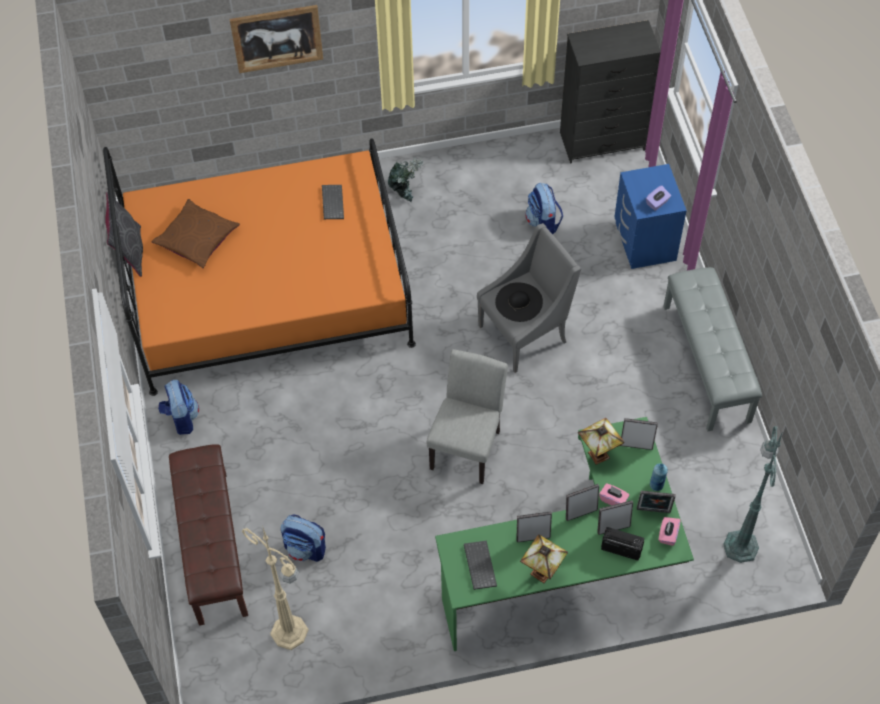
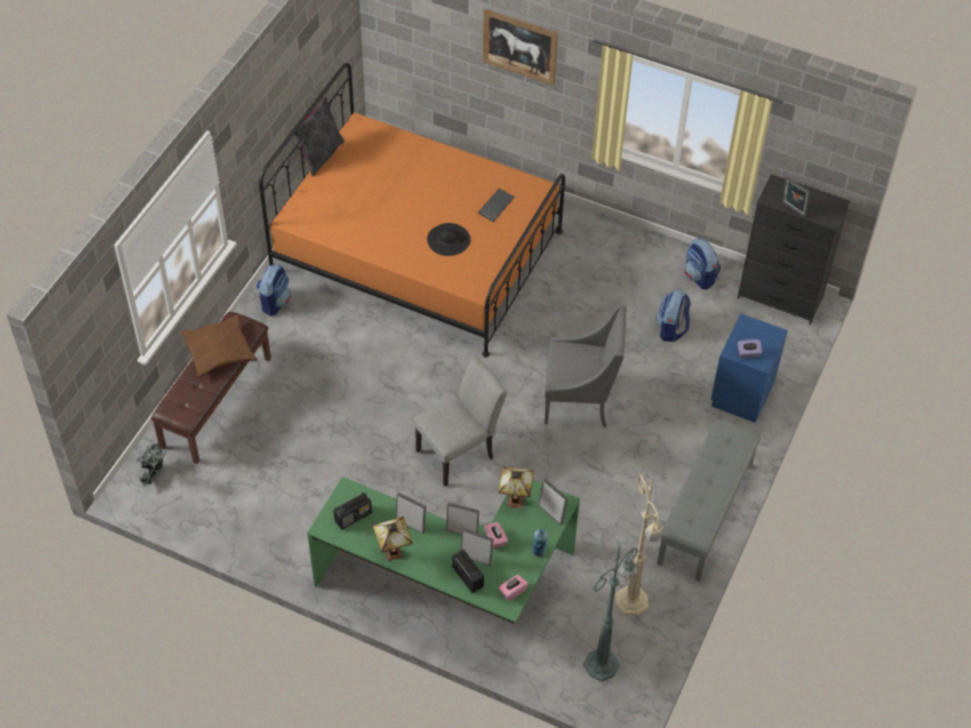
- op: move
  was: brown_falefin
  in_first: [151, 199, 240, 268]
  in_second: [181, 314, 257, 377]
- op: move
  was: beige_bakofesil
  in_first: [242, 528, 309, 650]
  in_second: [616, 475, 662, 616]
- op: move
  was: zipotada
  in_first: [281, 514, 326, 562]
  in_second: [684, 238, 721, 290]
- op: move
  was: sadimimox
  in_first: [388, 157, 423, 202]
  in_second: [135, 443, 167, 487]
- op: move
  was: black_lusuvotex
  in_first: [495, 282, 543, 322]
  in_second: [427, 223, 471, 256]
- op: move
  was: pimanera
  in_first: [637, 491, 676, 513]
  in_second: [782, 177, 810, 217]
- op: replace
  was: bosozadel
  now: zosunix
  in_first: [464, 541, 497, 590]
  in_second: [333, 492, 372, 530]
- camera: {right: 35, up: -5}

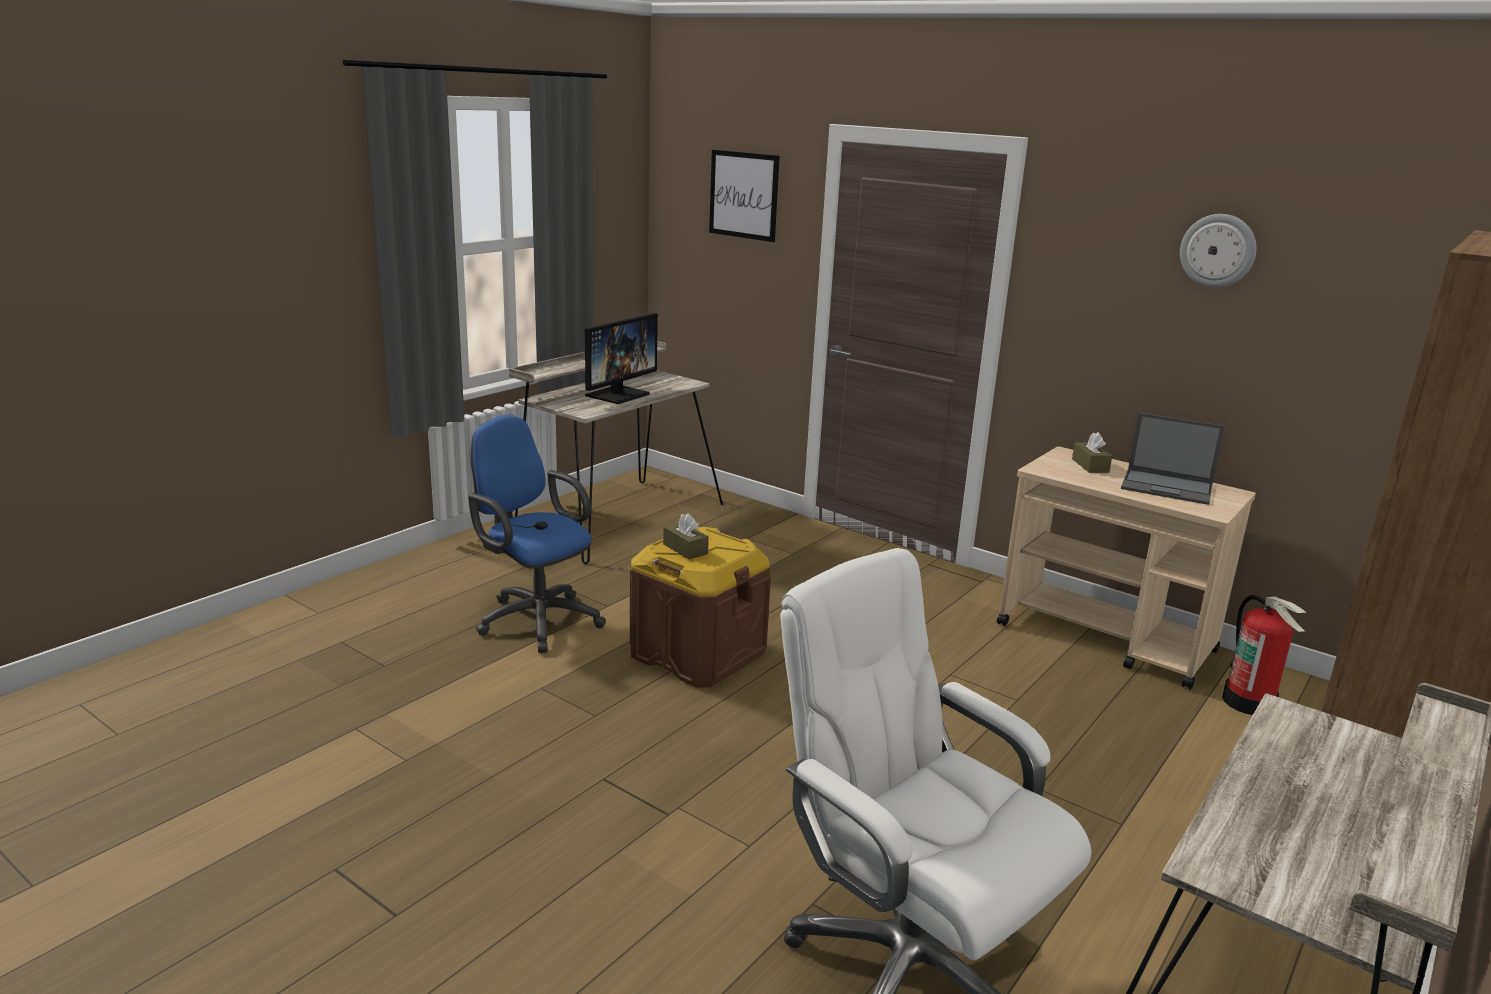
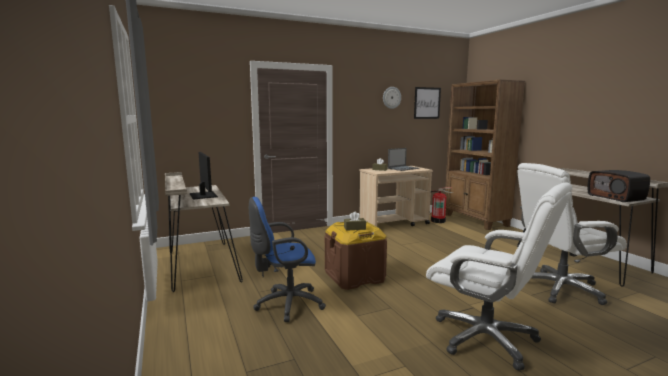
- op: insert
  now: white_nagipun
  in_second: [426, 182, 572, 371]
- op: insert
  now: zosunix
  in_second: [588, 170, 650, 202]
- op: move
  was: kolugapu
  in_first: [709, 150, 780, 242]
  in_second: [414, 87, 441, 119]
- camera: {right: -60, up: -10}

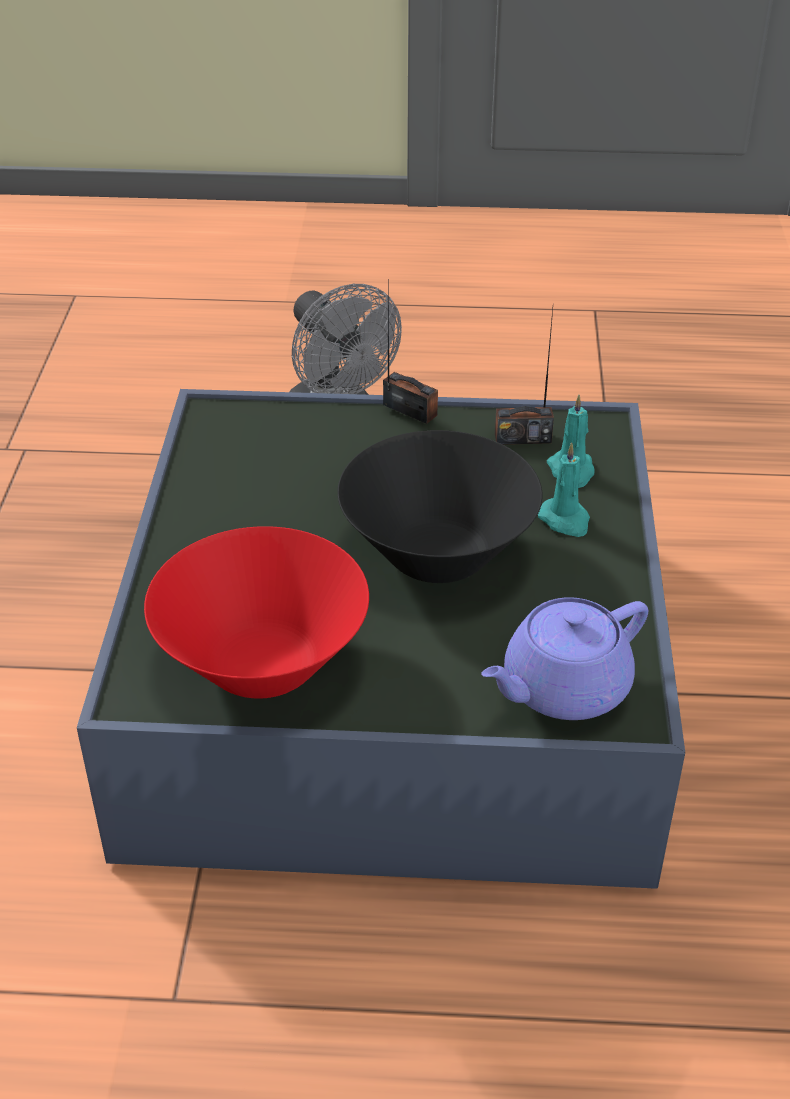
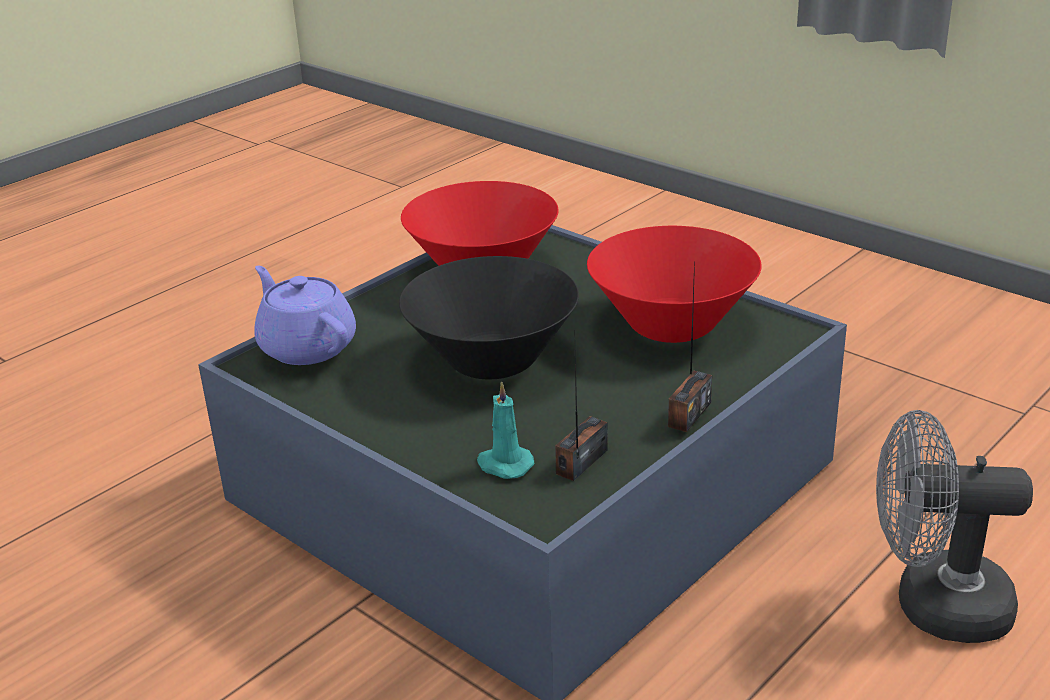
- op: delete
  was: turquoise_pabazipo
  in_first: [538, 442, 590, 537]
- op: insert
  now: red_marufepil
  in_second: [587, 226, 762, 343]
- op: rotate
  was: zosunix
  in_first: [383, 290, 438, 424]
  in_second: [668, 261, 712, 432]
  clockwise: -45
- op: rotate
  was: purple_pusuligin
  in_first: [481, 597, 648, 720]
  in_second: [254, 266, 356, 365]
  clockwise: -45
- camera: {right: 130, up: -10}

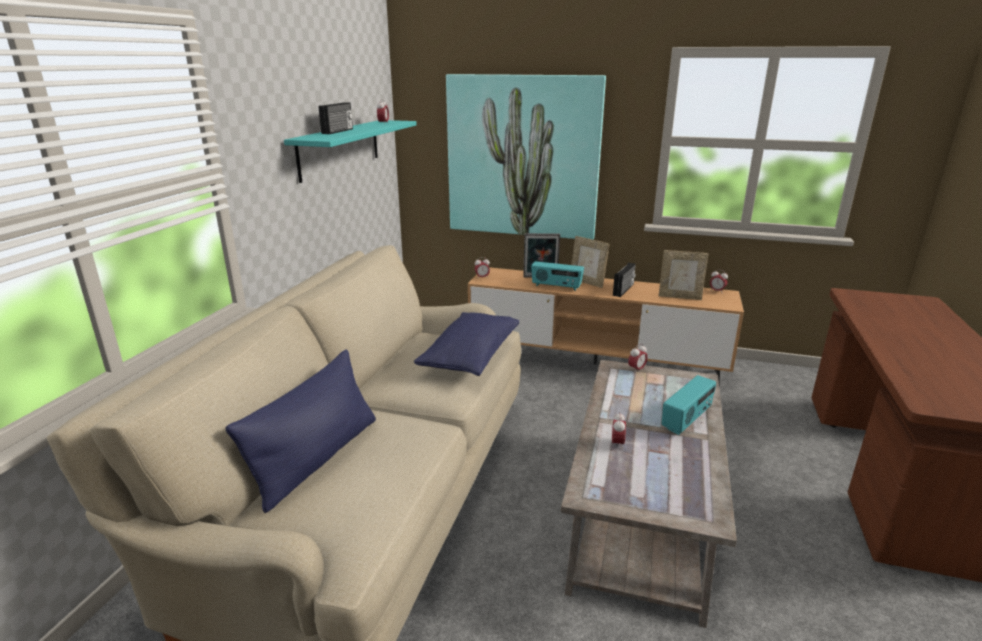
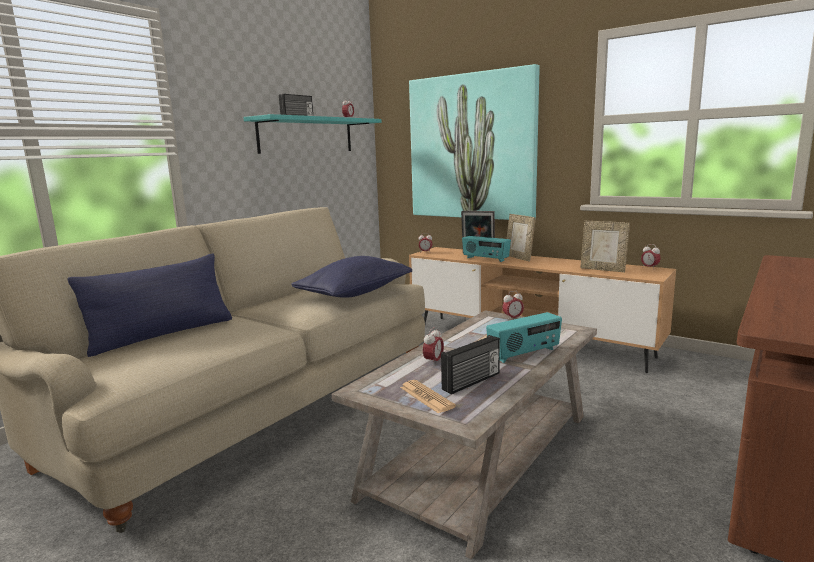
- op: insert
  now: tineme
  in_second: [400, 380, 456, 414]
- op: move
  was: zosunix
  in_first: [613, 263, 636, 297]
  in_second: [441, 335, 500, 394]
- camera: {right: 20, up: -10}

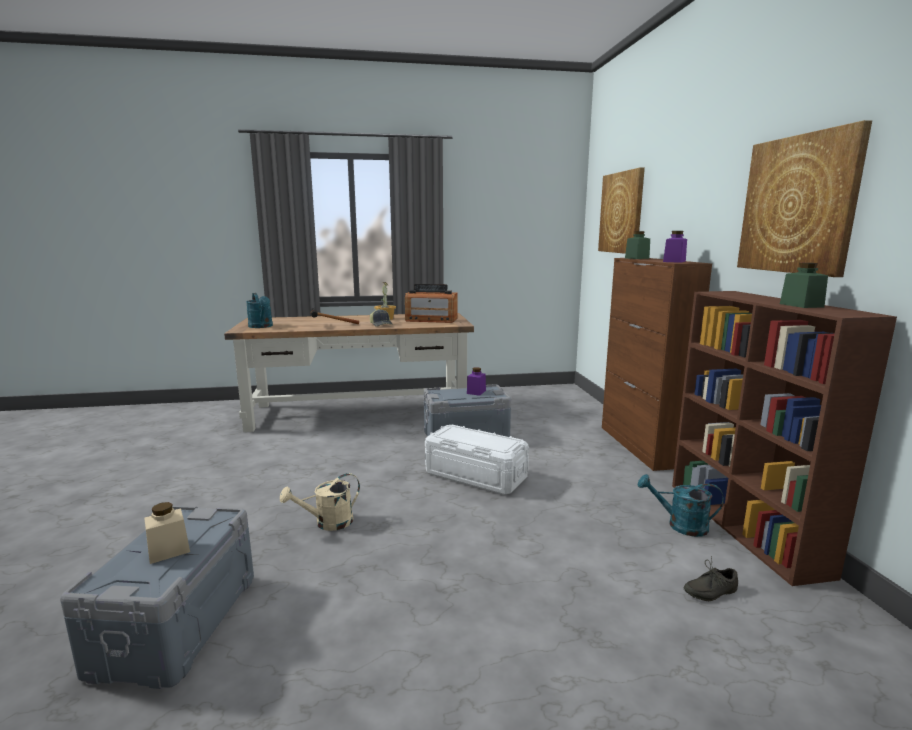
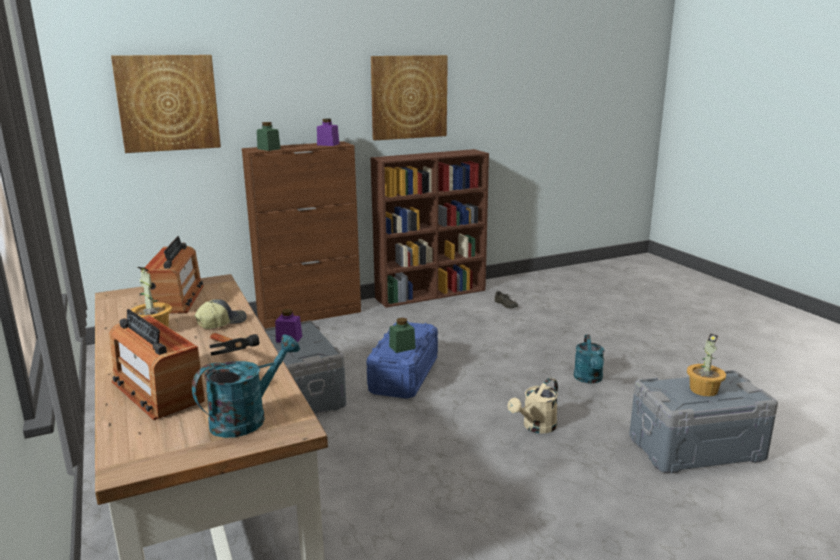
- op: insert
  now: zosunix
  in_second: [109, 309, 205, 420]
- op: move
  was: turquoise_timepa
  in_first: [638, 474, 724, 537]
  in_second: [574, 334, 605, 384]
- op: move
  was: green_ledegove
  in_first: [780, 263, 828, 308]
  in_second: [389, 318, 416, 353]
- op: replace
  was: beige_ledegove
  now: sadimimox
  in_first: [144, 502, 190, 564]
  in_second: [687, 334, 726, 396]
- op: recolor
  was: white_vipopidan
  now: blue_vipopidan
  in_first: [425, 425, 529, 495]
  in_second: [366, 321, 438, 399]
- op: rotate
  was: beige_timepa
  in_first: [280, 473, 360, 531]
  in_second: [508, 378, 558, 433]
  clockwise: 90
- camera: {right: -105, up: 5}

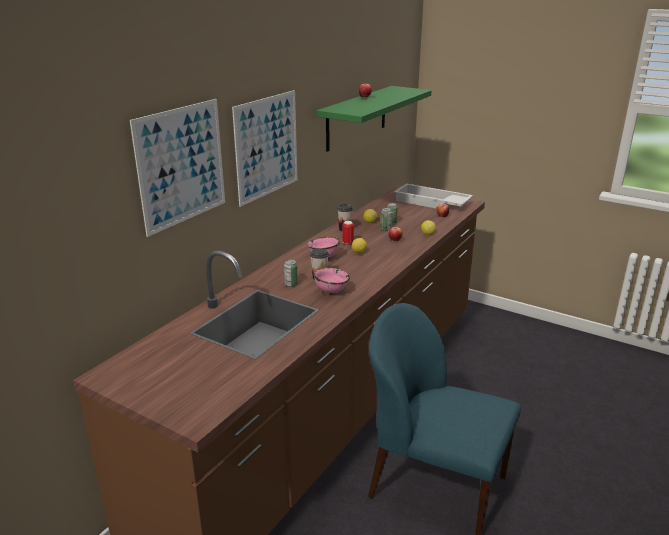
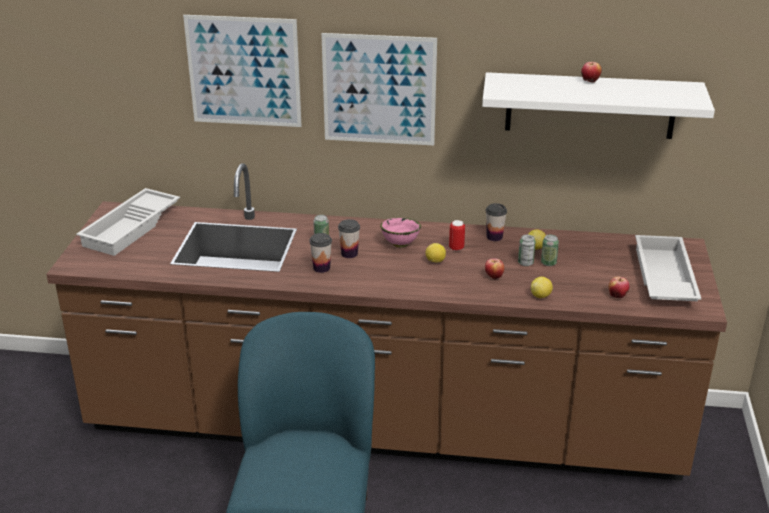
- op: insert
  now: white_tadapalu
  in_second: [76, 188, 180, 256]
- op: replace
  was: pink_marufepil
  now: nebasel
  in_first: [313, 268, 350, 295]
  in_second: [309, 233, 332, 273]
- op: recolor
  was: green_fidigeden
  now: white_fidigeden
  in_first: [317, 86, 432, 152]
  in_second: [482, 72, 715, 139]
- camera: {right: 65, up: 5}

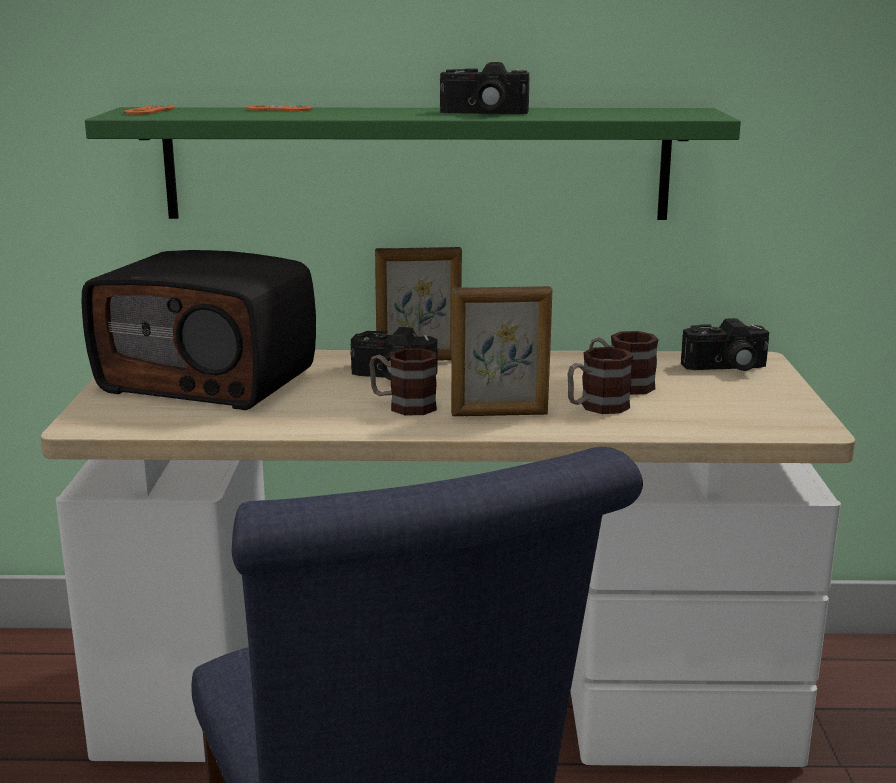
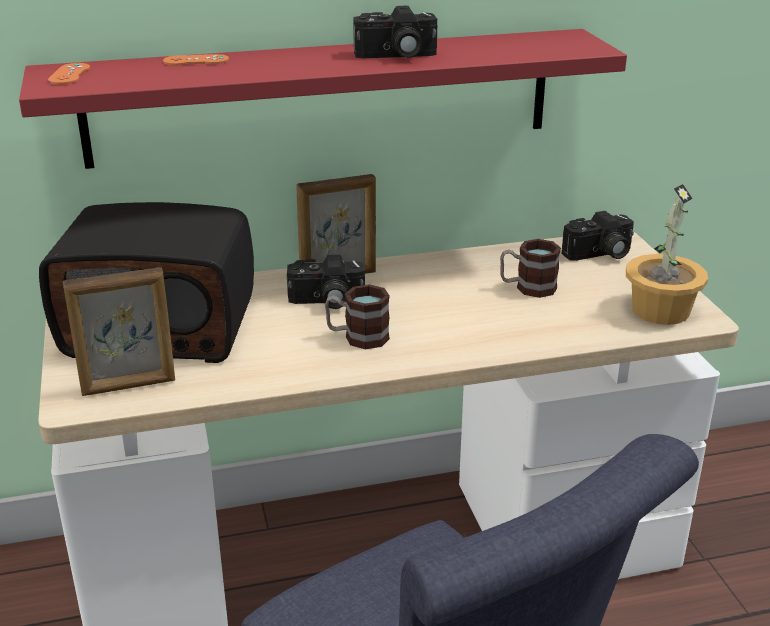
- op: delete
  was: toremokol
  in_first: [567, 347, 633, 414]
- op: insert
  now: sadimimox
  in_second: [626, 184, 708, 325]
- op: move
  was: pimanera
  in_first: [451, 286, 552, 416]
  in_second: [63, 267, 175, 396]
- op: recolor
  was: green_fidigeden
  now: red_fidigeden
  in_first: [85, 107, 741, 220]
  in_second: [19, 29, 627, 169]
- camera: {right: -15, up: 10}

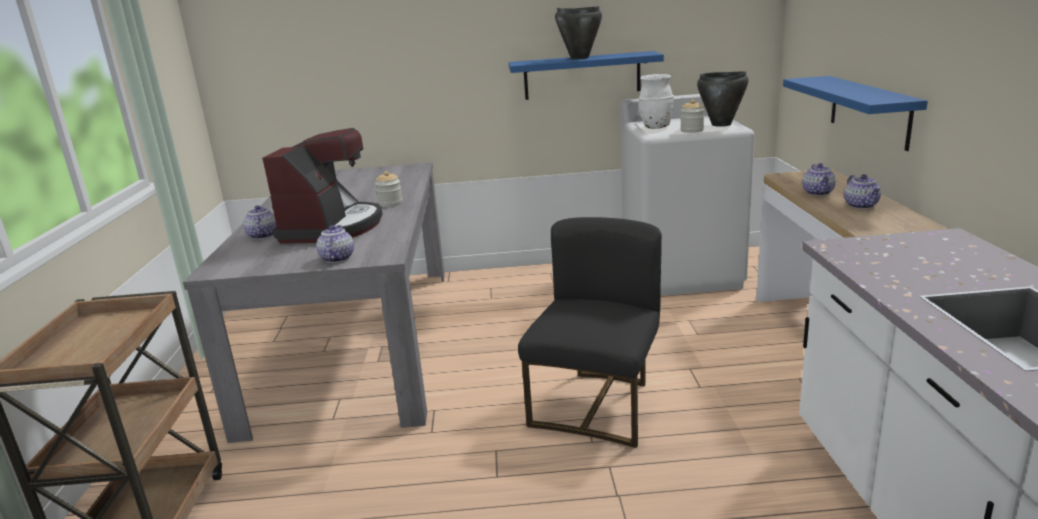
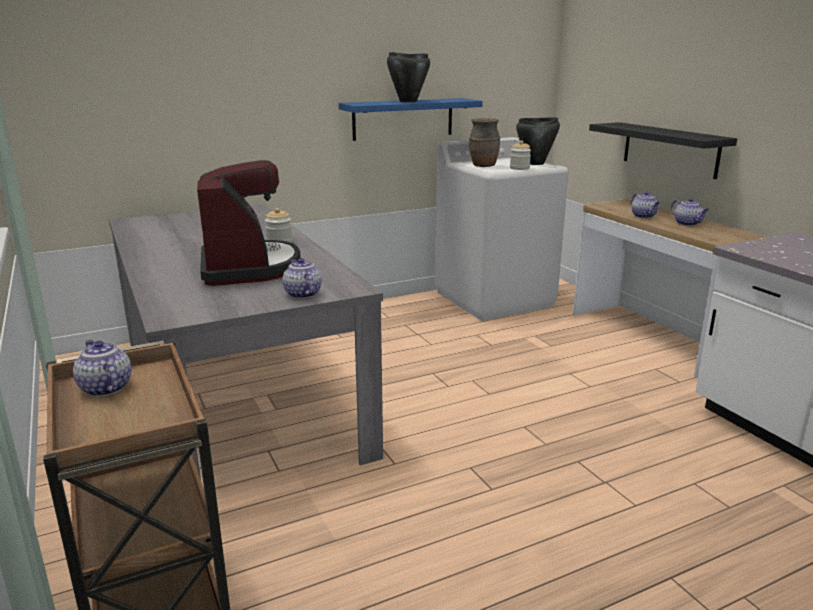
- op: delete
  was: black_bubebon
  in_first: [518, 217, 662, 448]
- op: move
  was: pusuligin
  in_first: [243, 206, 277, 239]
  in_second: [73, 340, 132, 397]
- op: recolor
  was: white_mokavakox
  now: brown_mokavakox
  in_first: [639, 74, 674, 129]
  in_second: [469, 118, 501, 167]
- op: recolor
  was: blue_fidigeden
  now: black_fidigeden
  in_first: [783, 76, 928, 151]
  in_second: [589, 122, 737, 179]
- camera: {right: -25, up: 0}

